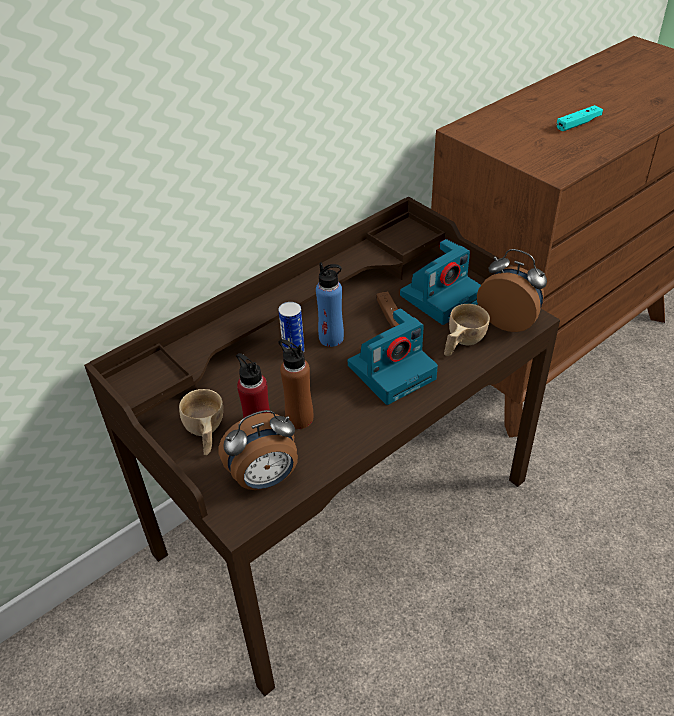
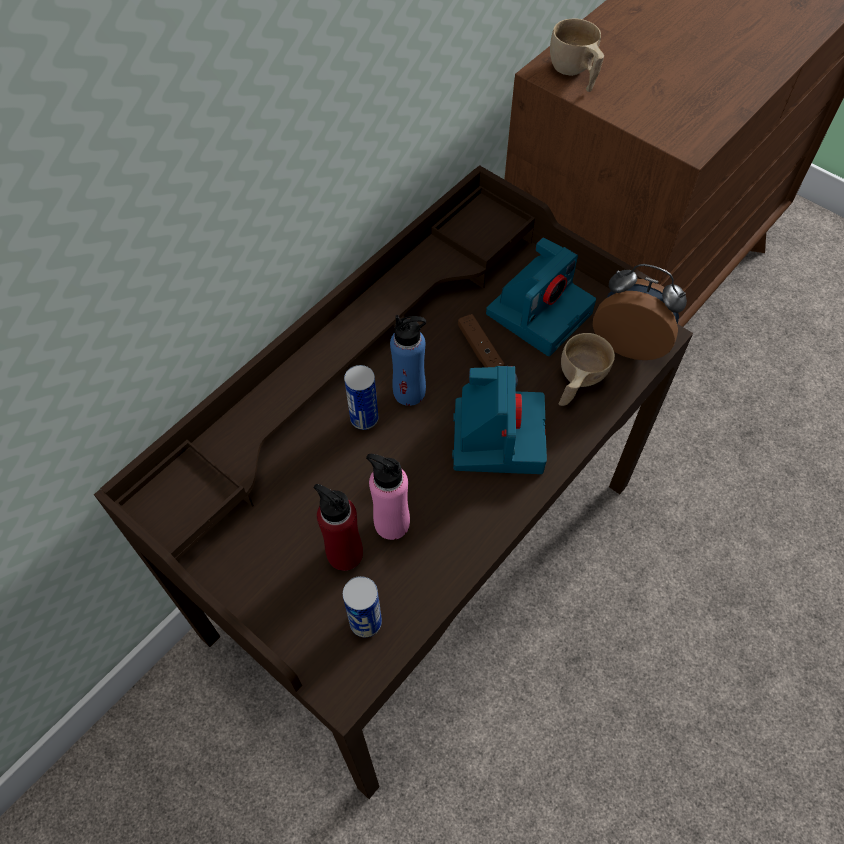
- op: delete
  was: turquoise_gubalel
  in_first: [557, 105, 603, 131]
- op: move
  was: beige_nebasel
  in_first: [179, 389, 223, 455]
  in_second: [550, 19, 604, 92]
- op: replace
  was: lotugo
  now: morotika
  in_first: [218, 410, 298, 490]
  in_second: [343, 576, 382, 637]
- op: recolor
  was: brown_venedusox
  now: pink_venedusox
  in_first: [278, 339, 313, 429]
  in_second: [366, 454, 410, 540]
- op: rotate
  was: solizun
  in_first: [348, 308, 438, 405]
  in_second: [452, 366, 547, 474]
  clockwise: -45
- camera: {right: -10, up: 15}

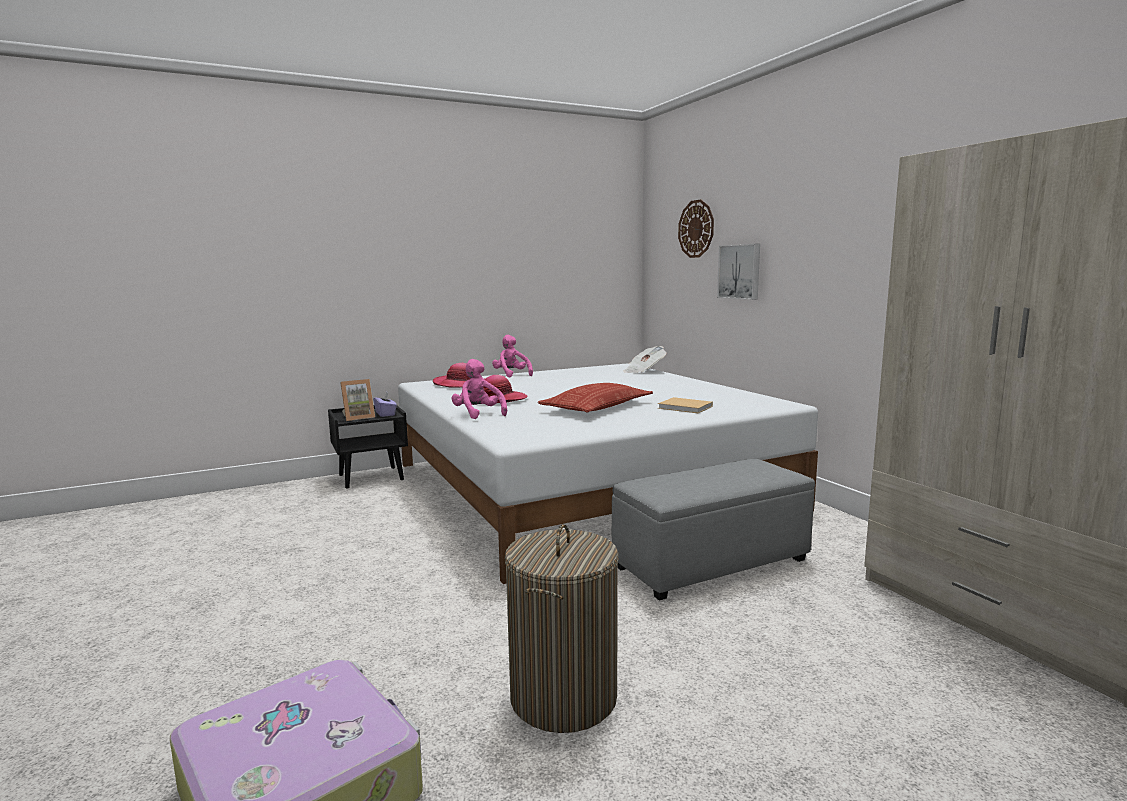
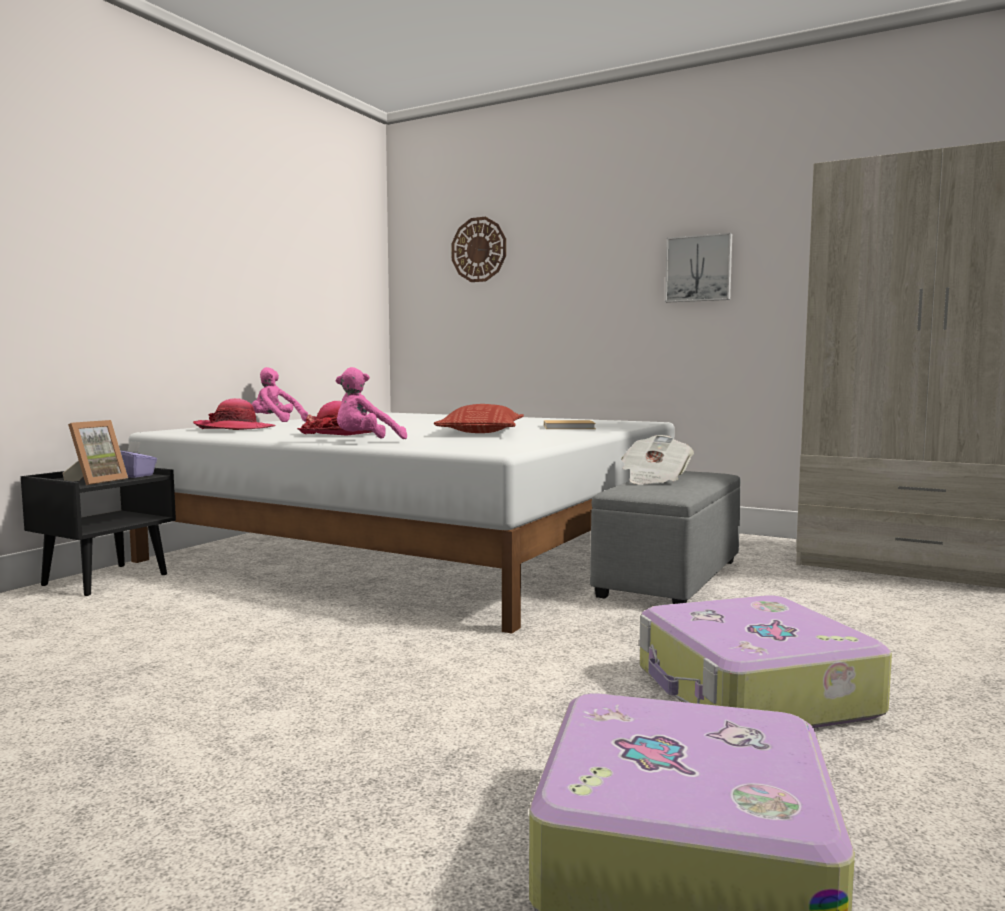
- op: move
  was: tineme
  in_first: [623, 346, 666, 373]
  in_second: [621, 435, 694, 485]
- op: move
  was: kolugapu
  in_first: [717, 244, 760, 300]
  in_second: [665, 233, 732, 303]
- op: replace
  was: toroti
  now: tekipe
  in_first: [505, 524, 619, 733]
  in_second: [639, 595, 892, 728]
- op: rotate
  was: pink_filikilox
  in_first: [451, 359, 507, 419]
  in_second: [336, 367, 407, 439]
  clockwise: -60
- camera: {right: -35, up: -5}

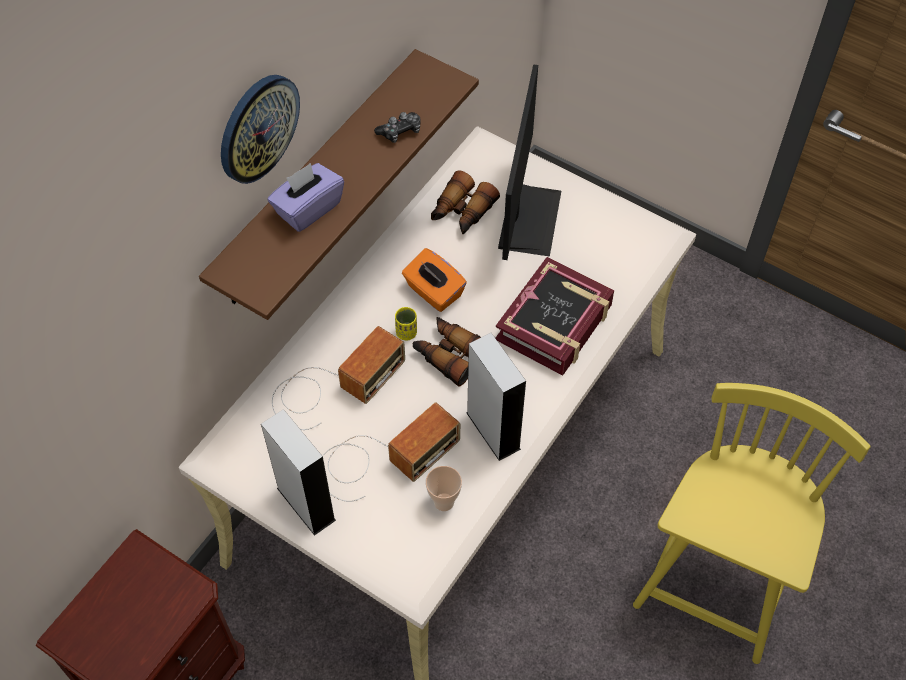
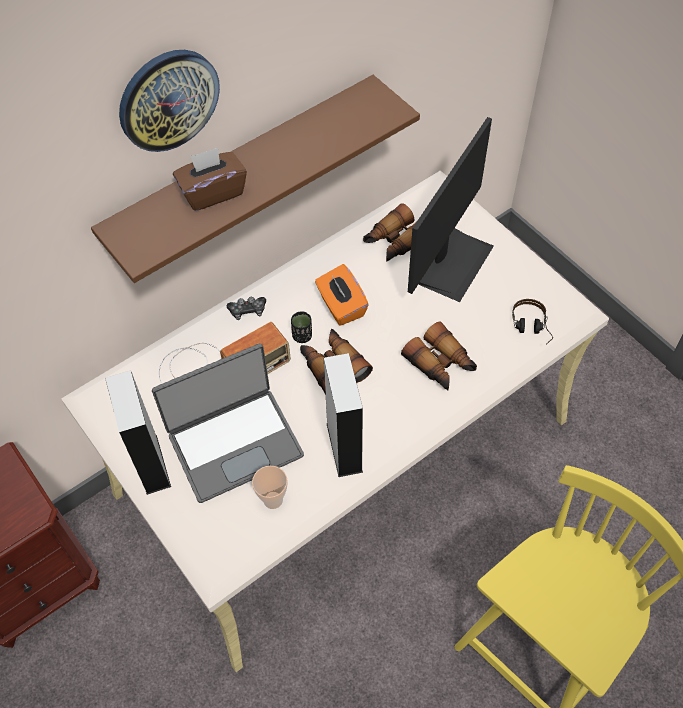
- op: insert
  now: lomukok
  in_second: [512, 299, 553, 345]
- op: move
  was: gubalel
  in_first: [374, 112, 420, 143]
  in_second: [227, 297, 266, 320]
- op: replace
  was: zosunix
  now: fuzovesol
  in_first: [322, 402, 460, 502]
  in_second: [152, 343, 304, 503]
- op: replace
  was: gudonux
  now: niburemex
  in_first: [495, 257, 614, 376]
  in_second: [401, 322, 477, 390]
- op: recolor
  was: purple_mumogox
  now: brown_mumogox
  in_first: [267, 163, 344, 232]
  in_second: [173, 148, 247, 211]
- op: recolor
  was: yellow_nebasel
  now: black_nebasel
  in_first: [395, 307, 417, 341]
  in_second: [291, 311, 312, 343]
- camera: {right: 20, up: 0}

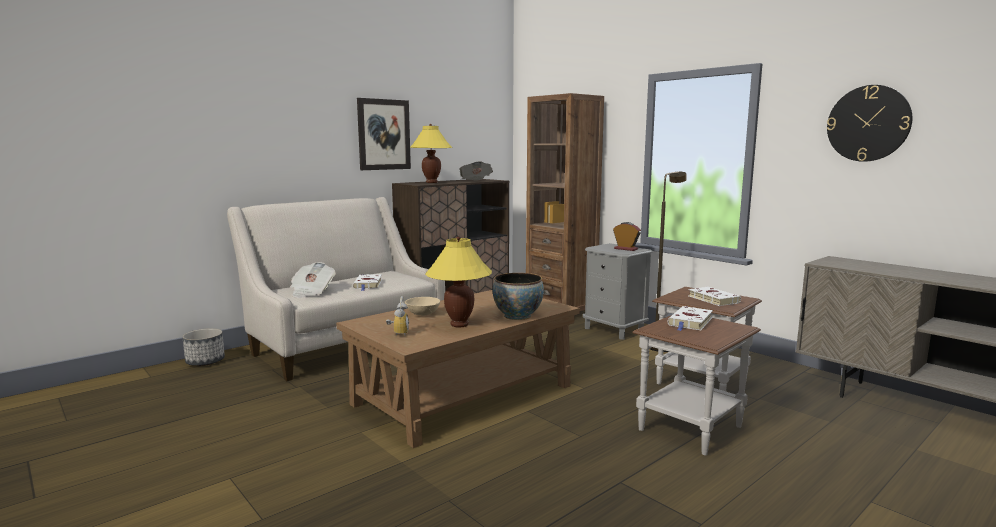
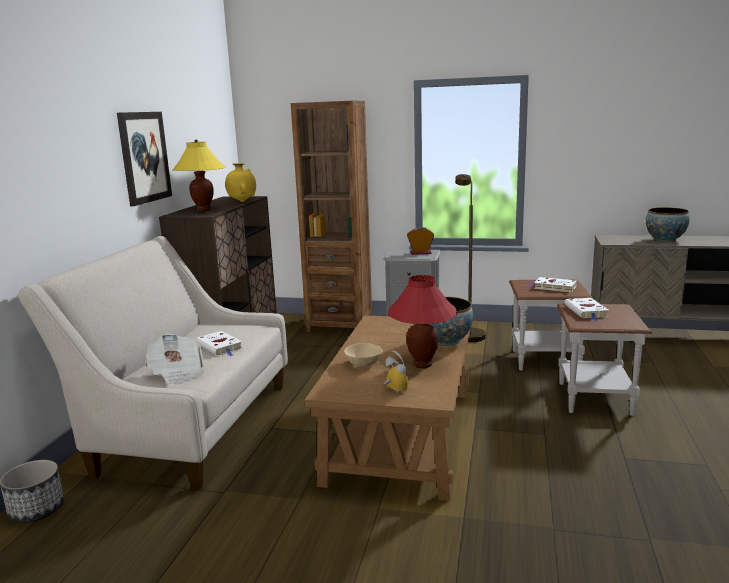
- op: delete
  was: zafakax
  in_first: [827, 85, 912, 162]
- op: insert
  now: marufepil
  in_second: [646, 207, 690, 243]
- op: replace
  was: tineme
  now: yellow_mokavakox
  in_first: [459, 161, 493, 181]
  in_second: [225, 163, 256, 202]
- op: recolor
  was: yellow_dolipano
  now: red_dolipano
  in_first: [425, 237, 492, 327]
  in_second: [388, 275, 457, 368]
- camera: {right: -35, up: 5}

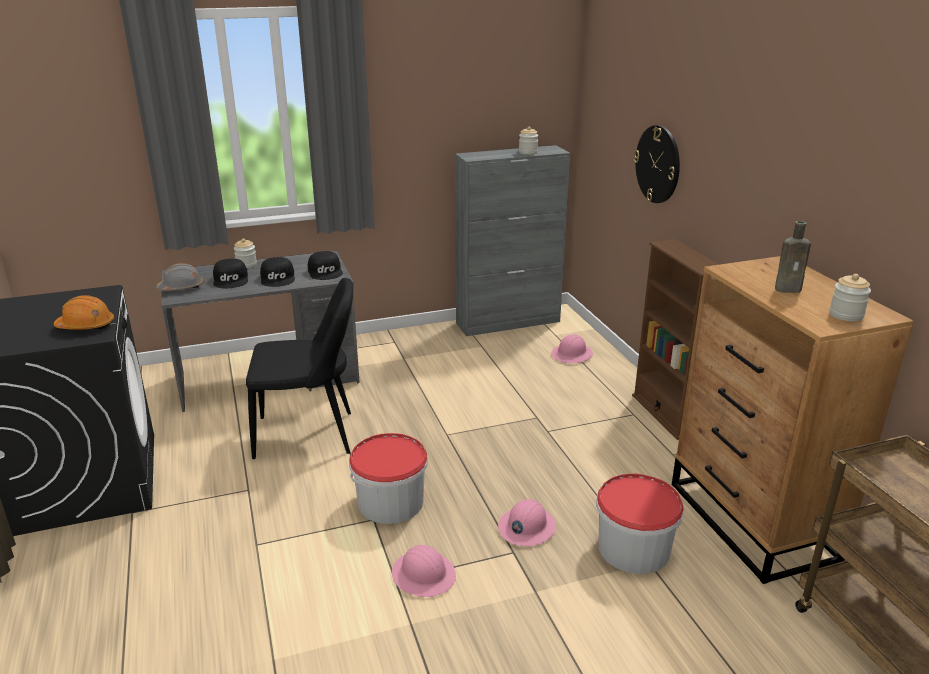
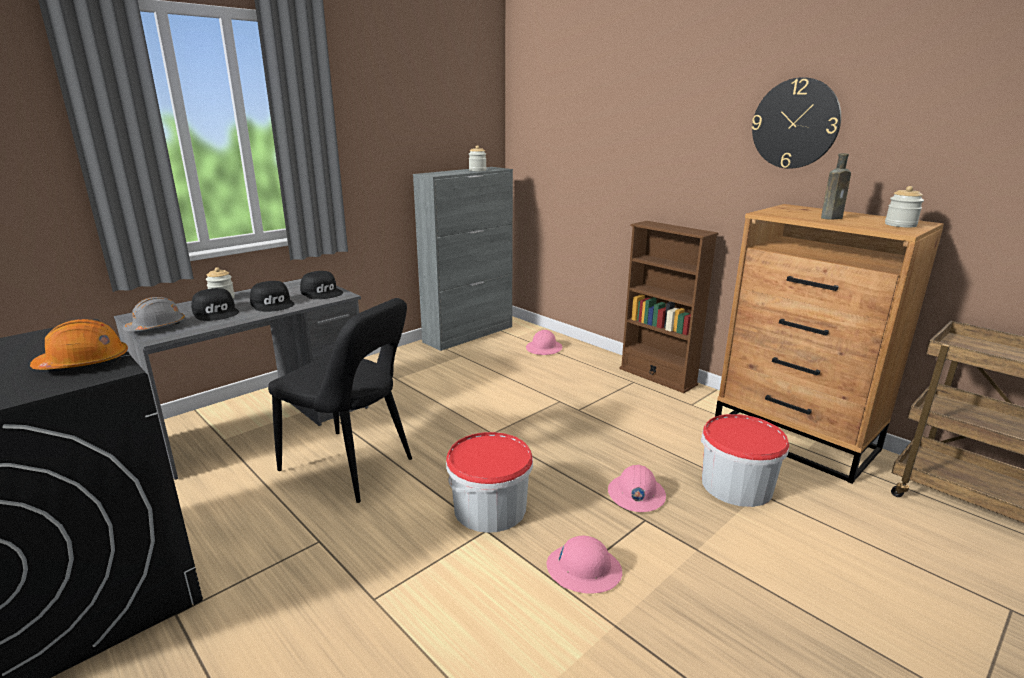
- op: move
  was: zafakax
  in_first: [634, 125, 680, 203]
  in_second: [752, 77, 841, 169]
- op: rotate
  was: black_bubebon
  in_first: [246, 278, 353, 459]
  in_second: [268, 298, 412, 503]
  clockwise: 60
- camera: {right: -25, up: -5}

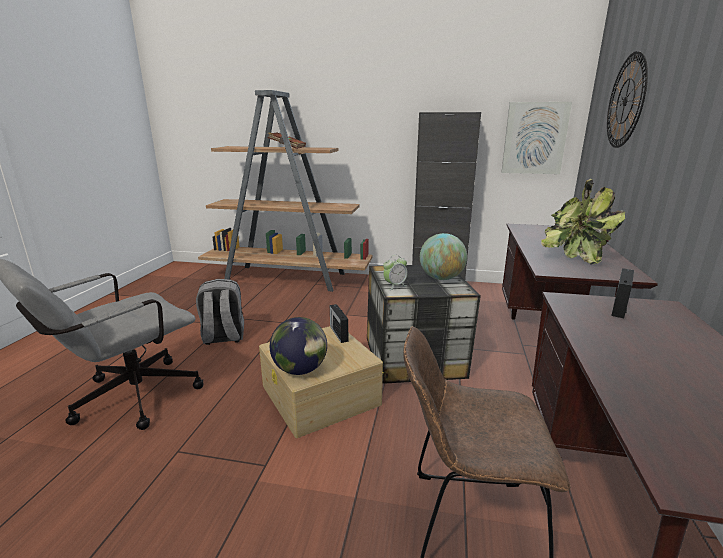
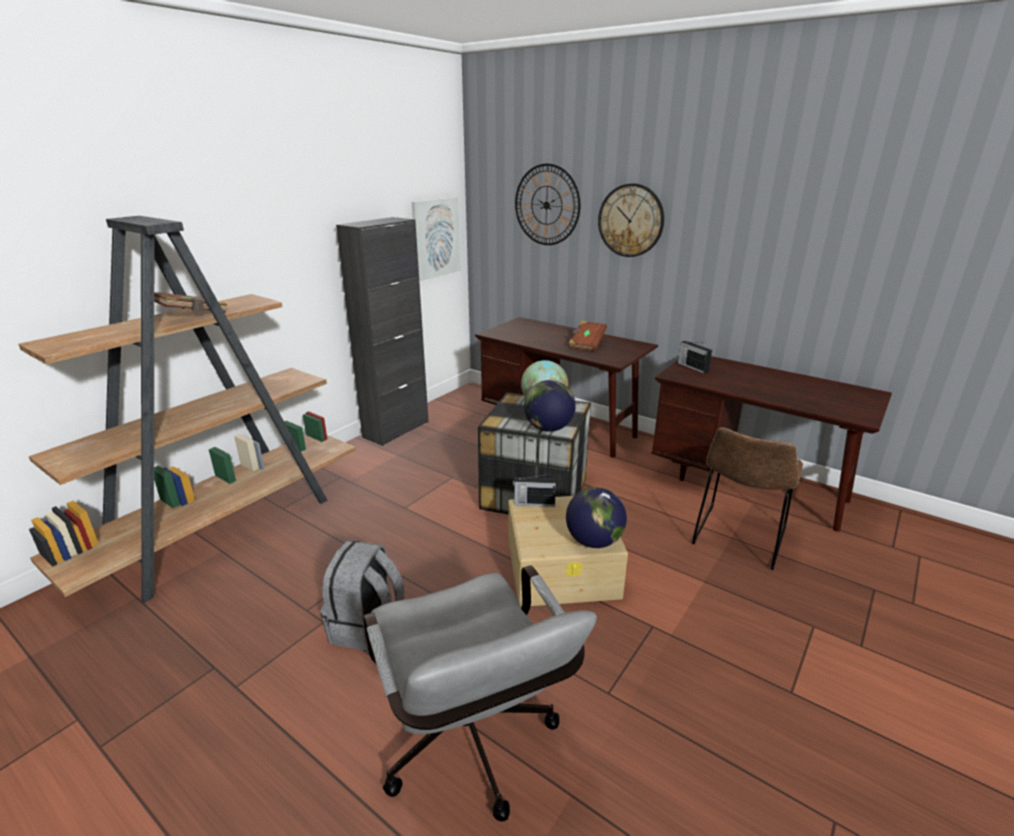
- op: insert
  now: zafakax
  in_second: [598, 183, 664, 257]
- op: replace
  was: lotugo
  now: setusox
  in_first: [383, 255, 408, 290]
  in_second: [524, 380, 576, 432]
- op: replace
  was: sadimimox
  now: brown_gudonux
  in_first: [541, 179, 625, 264]
  in_second: [569, 321, 607, 351]
- camera: {right: -65, up: 5}

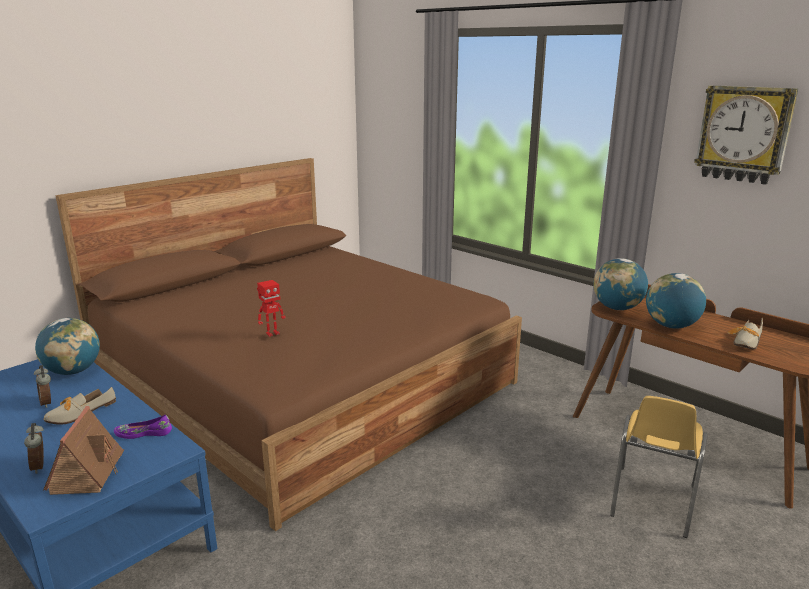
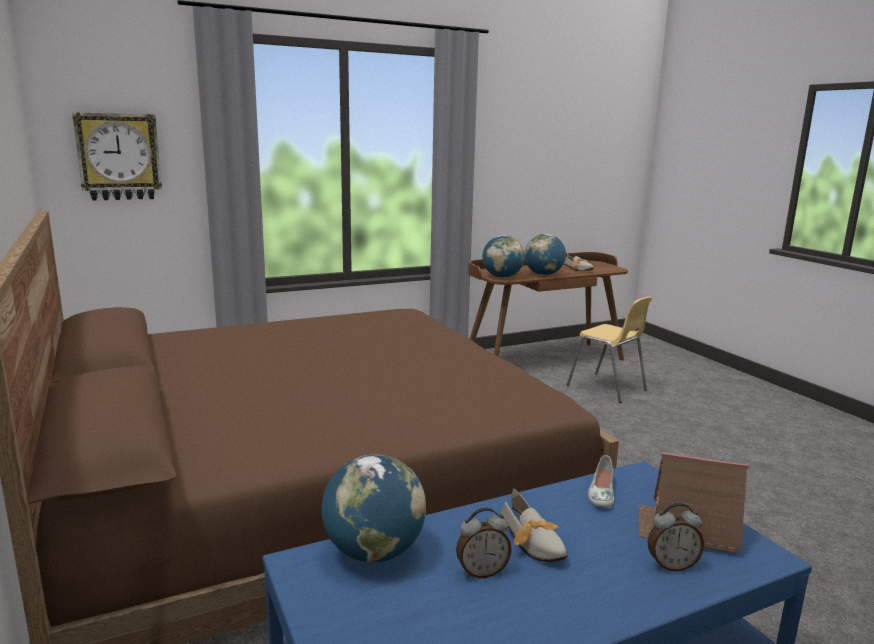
- op: delete
  was: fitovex
  in_first: [257, 280, 286, 337]
- op: move
  was: zafakax
  in_first: [694, 85, 798, 185]
  in_second: [72, 112, 162, 201]
- op: recolor
  was: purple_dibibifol
  now: white_dibibifol
  in_first: [114, 415, 172, 439]
  in_second: [588, 455, 614, 508]
- camera: {right: -70, up: -5}

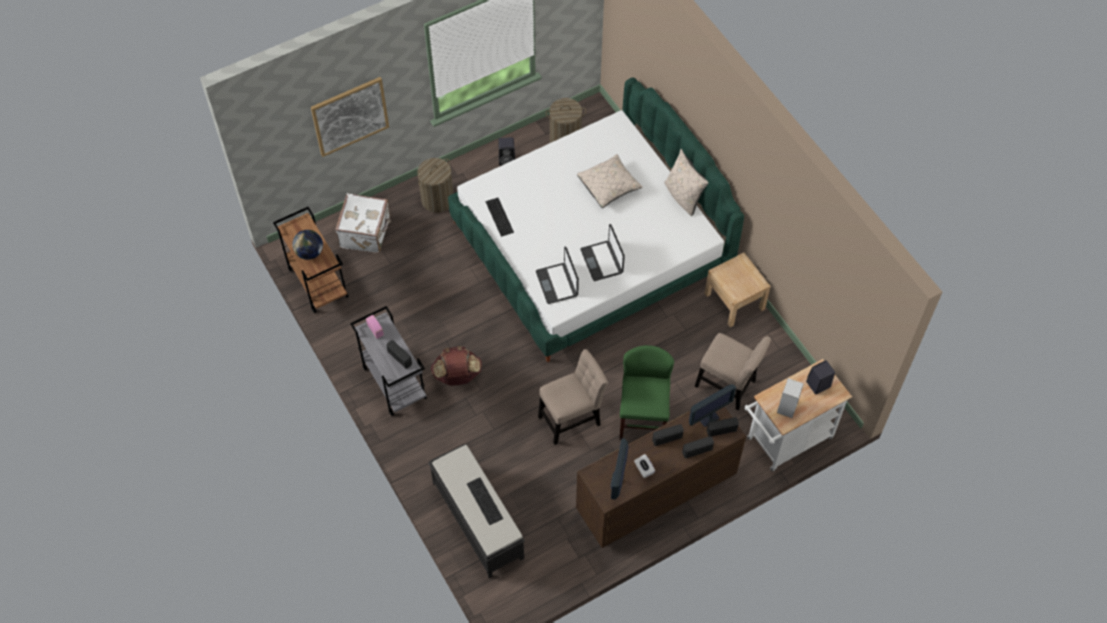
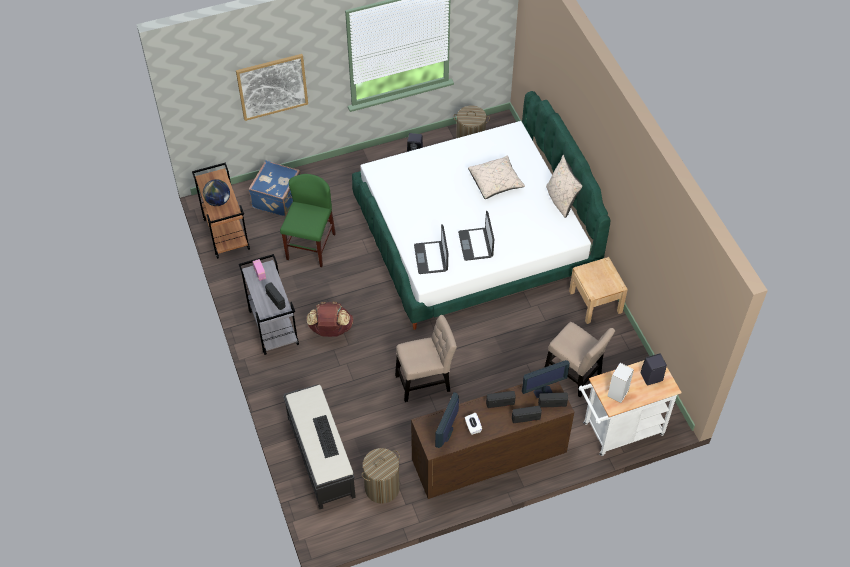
- op: delete
  was: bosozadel
  in_first: [485, 198, 514, 237]
- op: move
  was: toroti
  in_first: [417, 158, 453, 213]
  in_second: [361, 448, 400, 504]
- op: move
  was: green_bubebon
  in_first: [620, 345, 674, 440]
  in_second: [280, 174, 336, 267]
- op: recolor
  was: white_tekipe
  now: blue_tekipe
  in_first: [335, 193, 392, 253]
  in_second: [248, 160, 300, 217]
- camera: {right: 10, up: -5}

